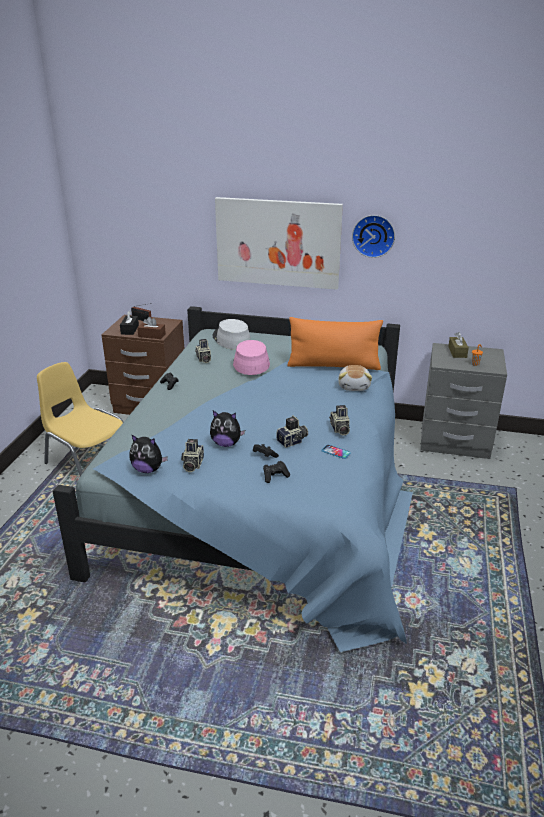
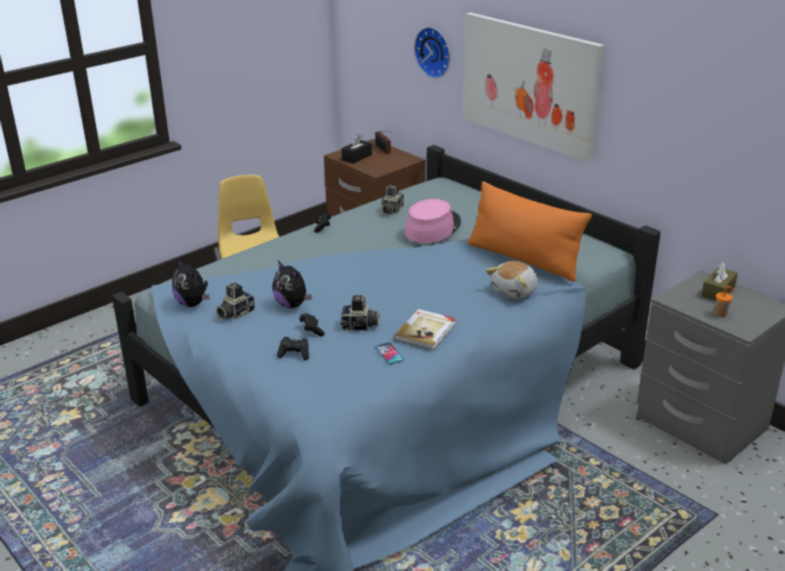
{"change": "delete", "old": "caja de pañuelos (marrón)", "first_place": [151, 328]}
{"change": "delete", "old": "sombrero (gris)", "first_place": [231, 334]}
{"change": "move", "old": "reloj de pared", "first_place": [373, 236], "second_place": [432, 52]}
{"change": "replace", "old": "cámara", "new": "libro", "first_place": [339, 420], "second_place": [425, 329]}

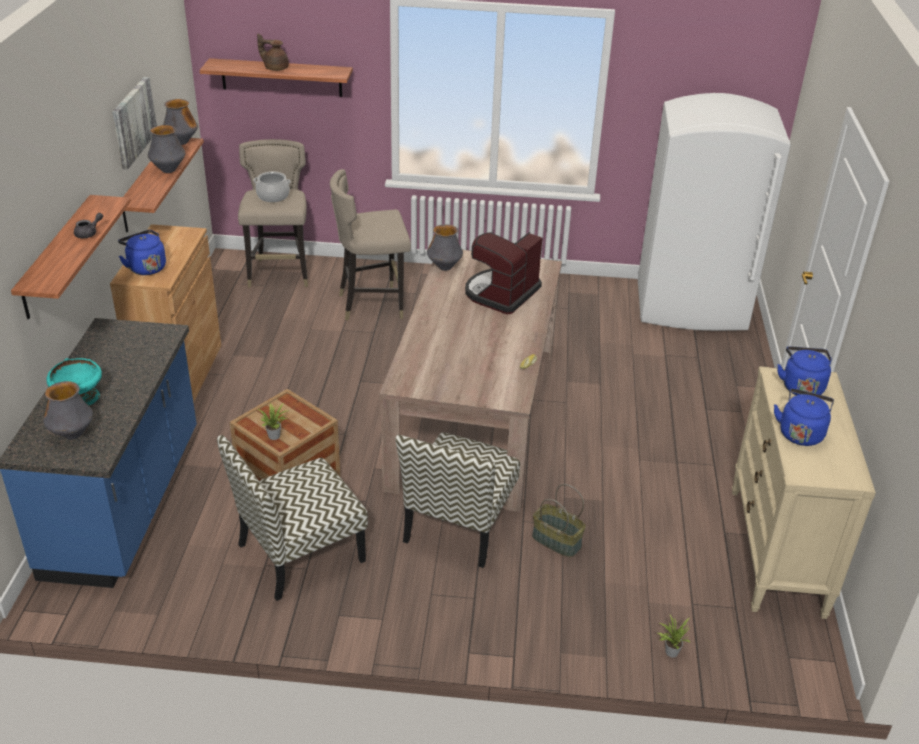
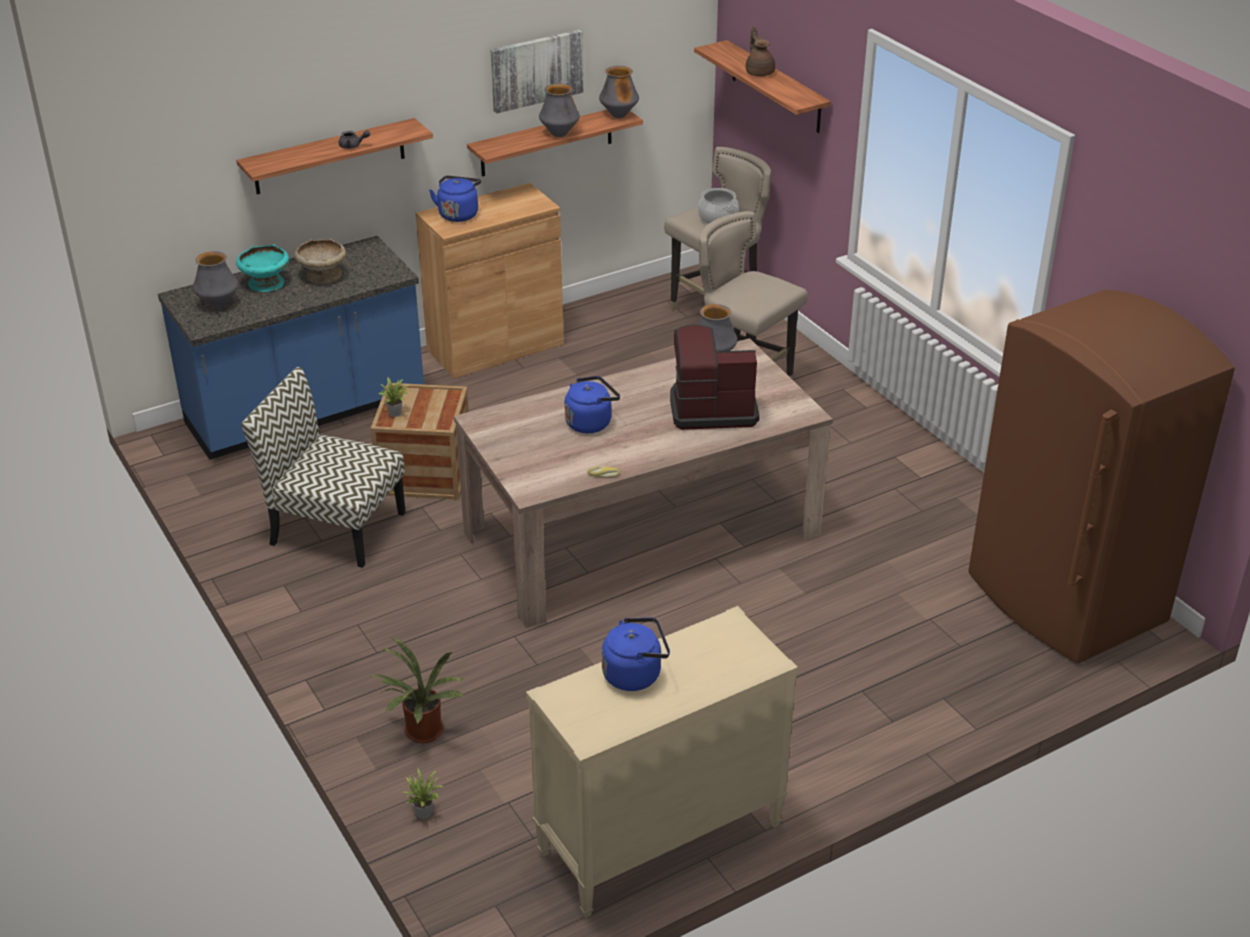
{"change": "delete", "old": "silla", "first_place": [457, 500]}
{"change": "delete", "old": "cesta", "first_place": [559, 520]}
{"change": "insert", "new": "cuenco (beis)", "second_place": [320, 261]}
{"change": "insert", "new": "planta en maceta", "second_place": [416, 690]}
{"change": "move", "old": "hervidor (azul)", "first_place": [804, 370], "second_place": [592, 404]}
{"change": "recolor", "old": "nevera (blanco)", "new": "nevera (marrón)", "first_place": [714, 212], "second_place": [1101, 477]}

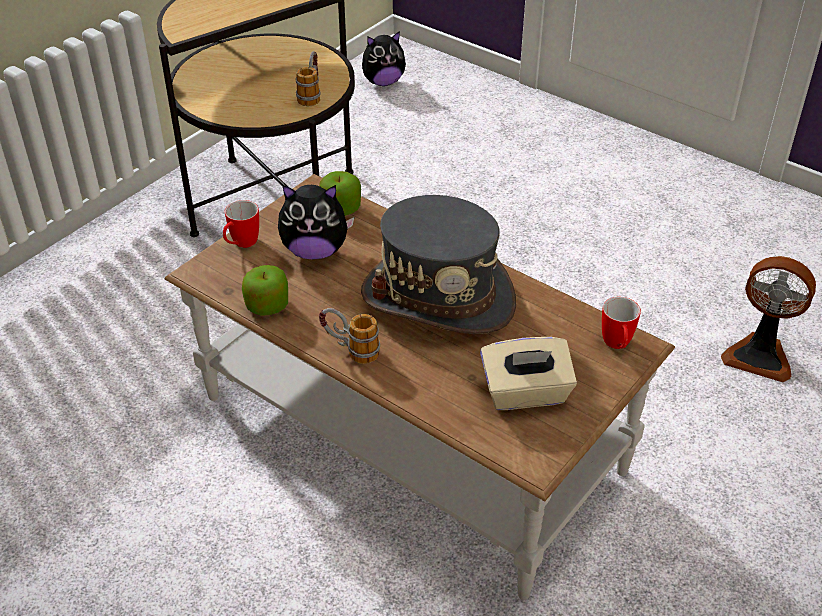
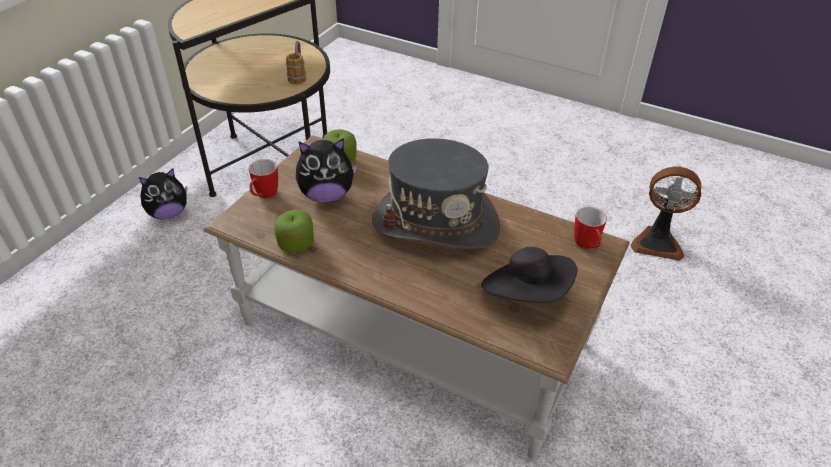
{"change": "delete", "old": "taza grande", "first_place": [349, 336]}
{"change": "move", "old": "peluche", "first_place": [384, 58], "second_place": [163, 193]}
{"change": "replace", "old": "caja de pañuelos (beis)", "new": "sombrero (negro)", "first_place": [528, 373], "second_place": [529, 275]}

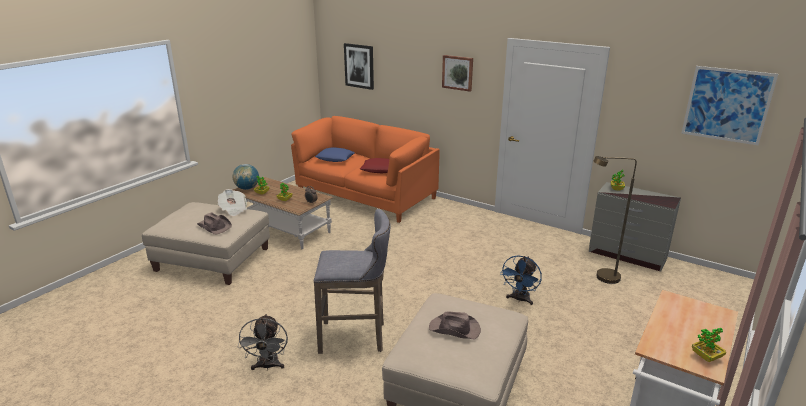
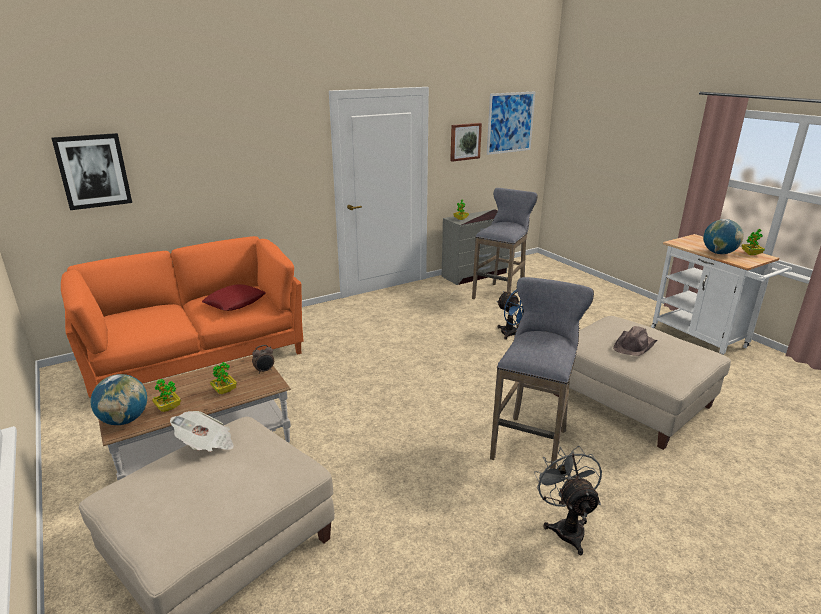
{"change": "delete", "old": "sombrero (marrón)", "first_place": [214, 223]}
{"change": "delete", "old": "cojín (azul)", "first_place": [335, 154]}
{"change": "insert", "new": "globo terráqueo", "second_place": [723, 236]}
{"change": "move", "old": "cuadro", "first_place": [457, 73], "second_place": [466, 142]}
{"change": "replace", "old": "lámpara de pie (marrón)", "new": "taburete (gris)", "first_place": [615, 220], "second_place": [505, 243]}
{"change": "rotate", "old": "ventilador (gris)", "first_place": [263, 342], "second_place": [568, 500], "degrees": -120}

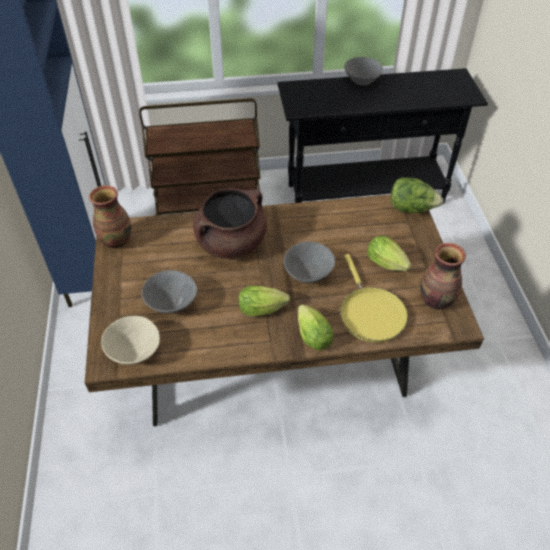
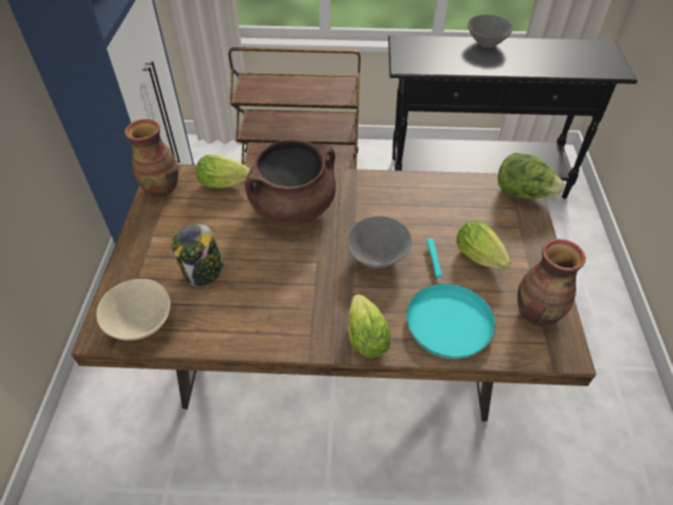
{"change": "move", "old": "lechuga", "first_place": [264, 301], "second_place": [223, 171]}
{"change": "replace", "old": "cuenco (gris)", "new": "tarro", "first_place": [169, 292], "second_place": [198, 255]}
{"change": "recolor", "old": "sartén (amarillo)", "new": "sartén (turquesa)", "first_place": [374, 298], "second_place": [451, 298]}

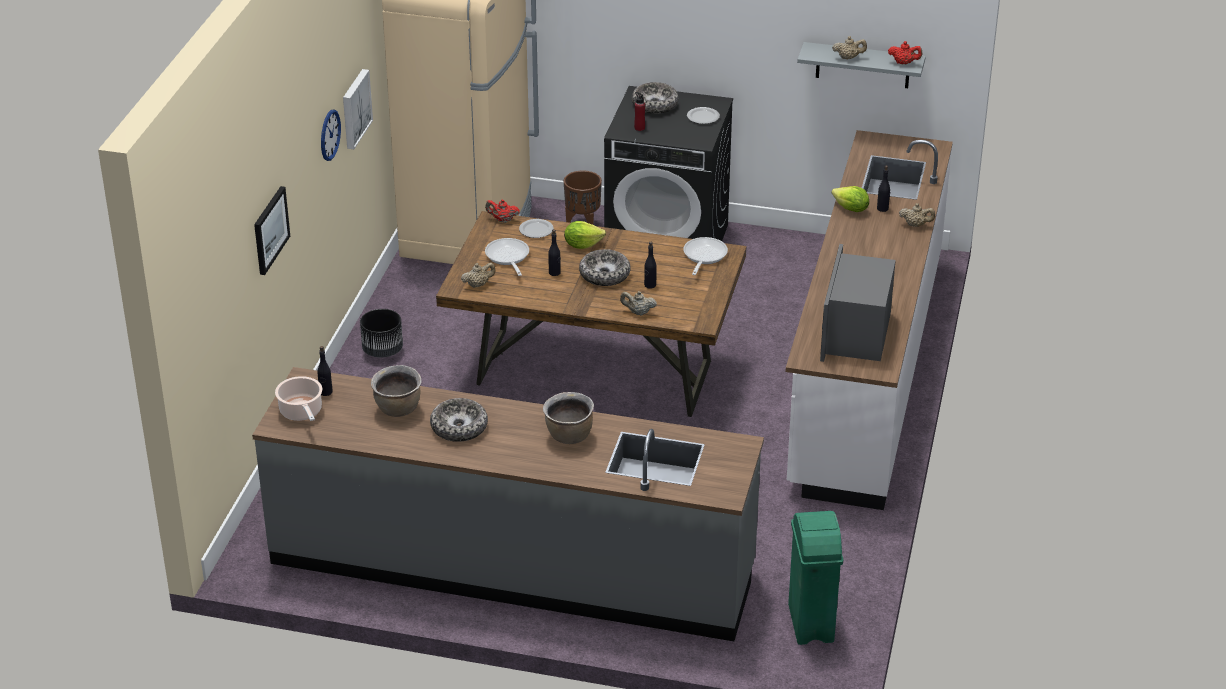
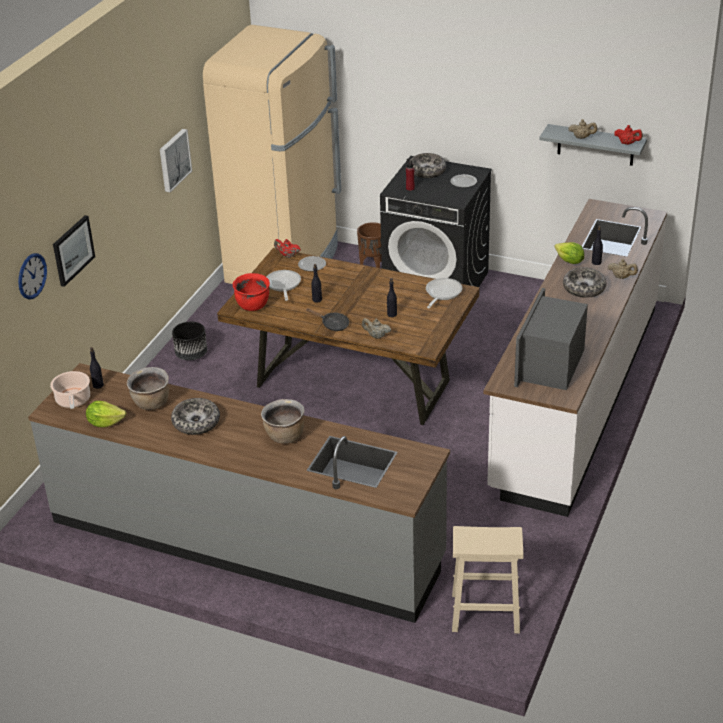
{"change": "insert", "new": "sartén (negro)", "second_place": [327, 319]}
{"change": "move", "old": "reloj de pared", "first_place": [331, 135], "second_place": [32, 276]}
{"change": "move", "old": "lechuga", "first_place": [585, 235], "second_place": [106, 414]}
{"change": "move", "old": "cuenco", "first_place": [605, 267], "second_place": [584, 282]}
{"change": "replace", "old": "tetera (beis)", "new": "olla (rojo)", "first_place": [478, 275], "second_place": [251, 292]}
{"change": "replace", "old": "papelera (verde)", "new": "taburete (beis)", "first_place": [815, 578], "second_place": [487, 579]}

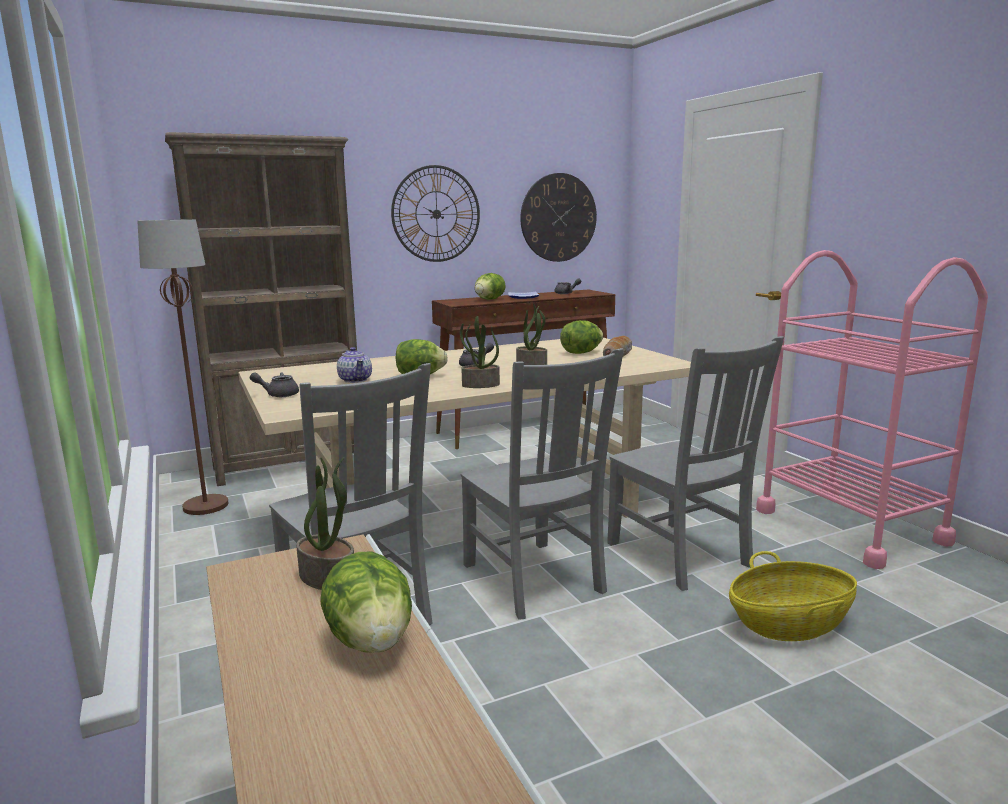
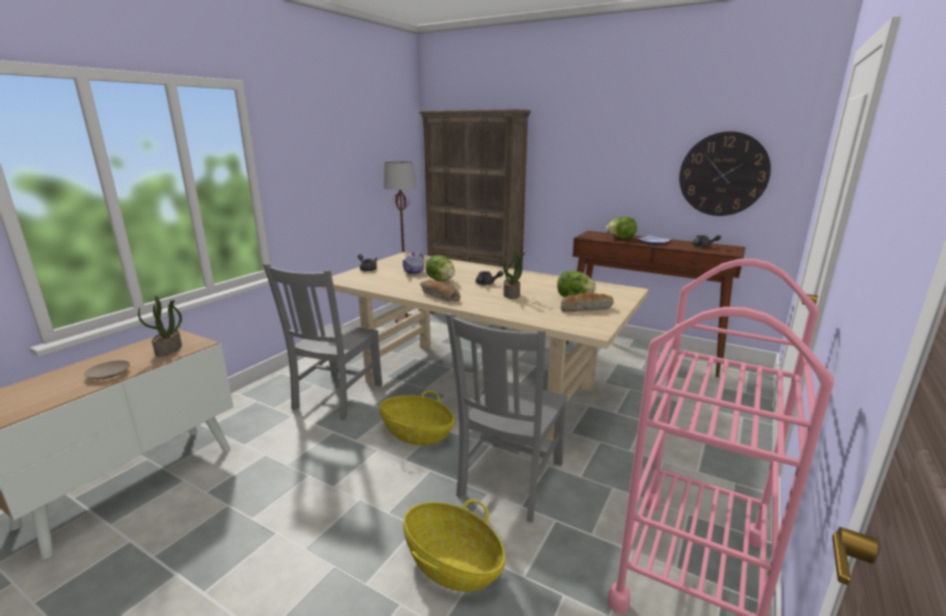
{"change": "delete", "old": "reloj de pared", "first_place": [435, 213]}
{"change": "replace", "old": "lechuga", "new": "plato (beis)", "first_place": [366, 602], "second_place": [107, 369]}
{"change": "replace", "old": "planta en maceta", "new": "pan", "first_place": [480, 352], "second_place": [440, 290]}
{"change": "replace", "old": "silla (gris)", "new": "cesta", "first_place": [542, 484], "second_place": [417, 418]}

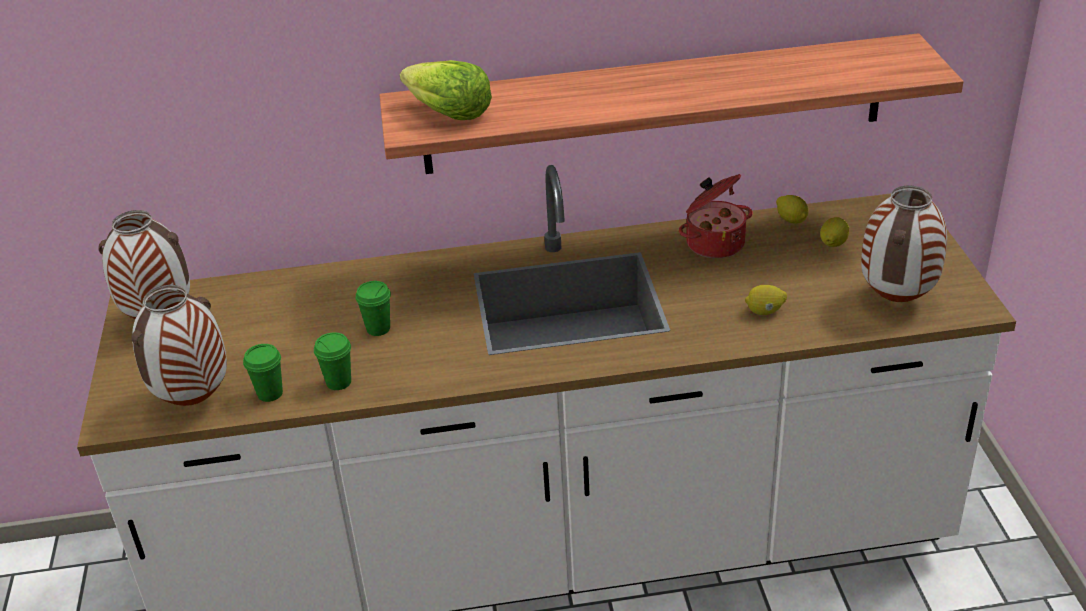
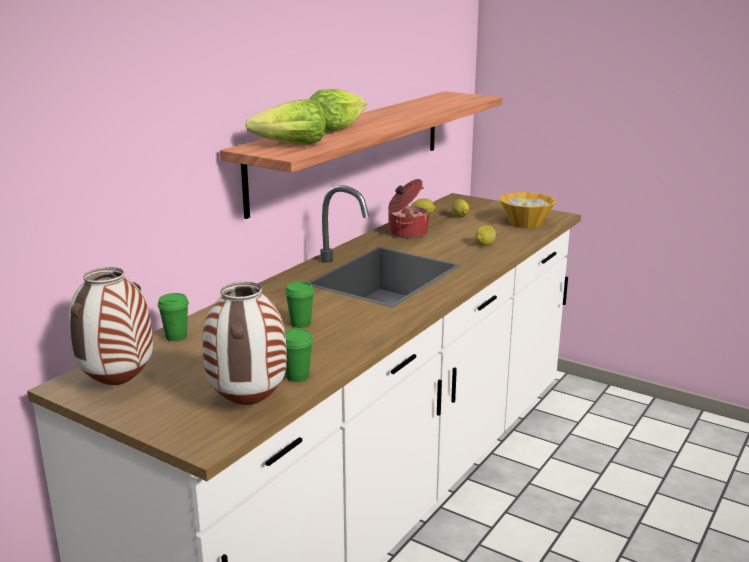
{"change": "insert", "new": "lechuga", "second_place": [338, 110]}
{"change": "move", "old": "taza (verde)", "first_place": [332, 361], "second_place": [173, 317]}
{"change": "replace", "old": "florero", "new": "cuenco", "first_place": [904, 244], "second_place": [527, 210]}

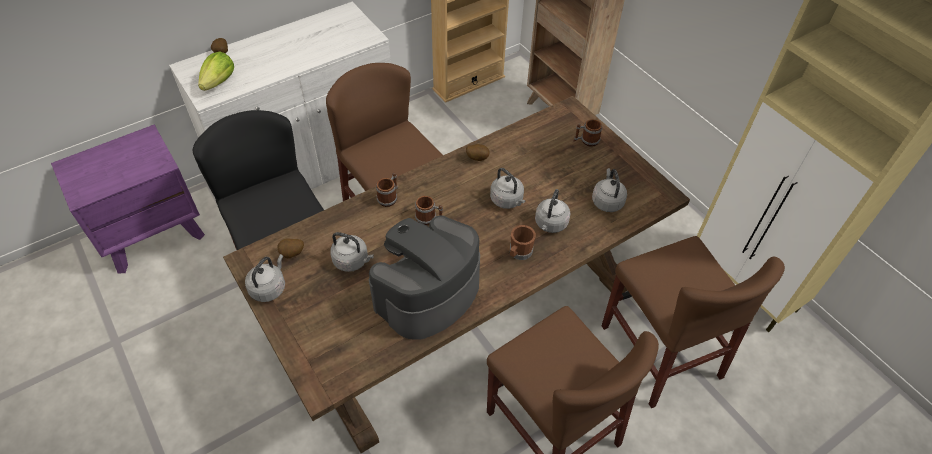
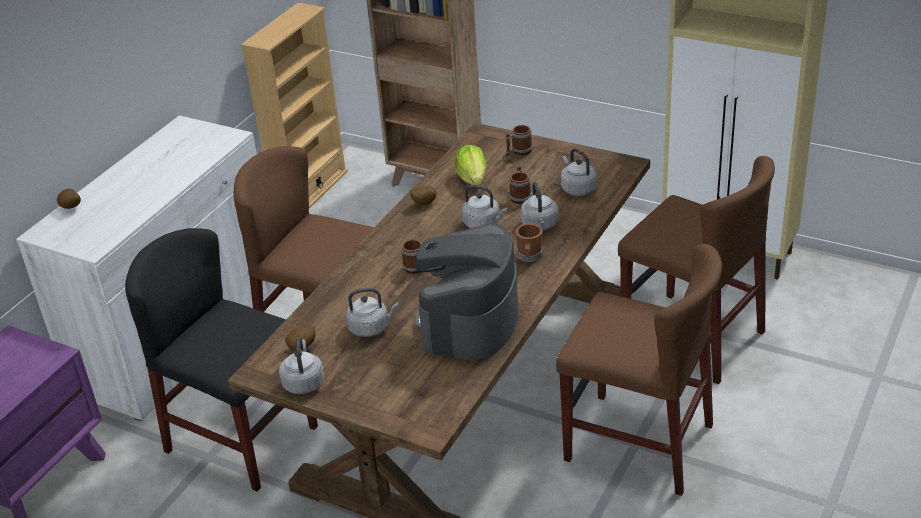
{"change": "move", "old": "lechuga", "first_place": [216, 71], "second_place": [470, 165]}
{"change": "move", "old": "taza grande", "first_place": [387, 189], "second_place": [520, 185]}

